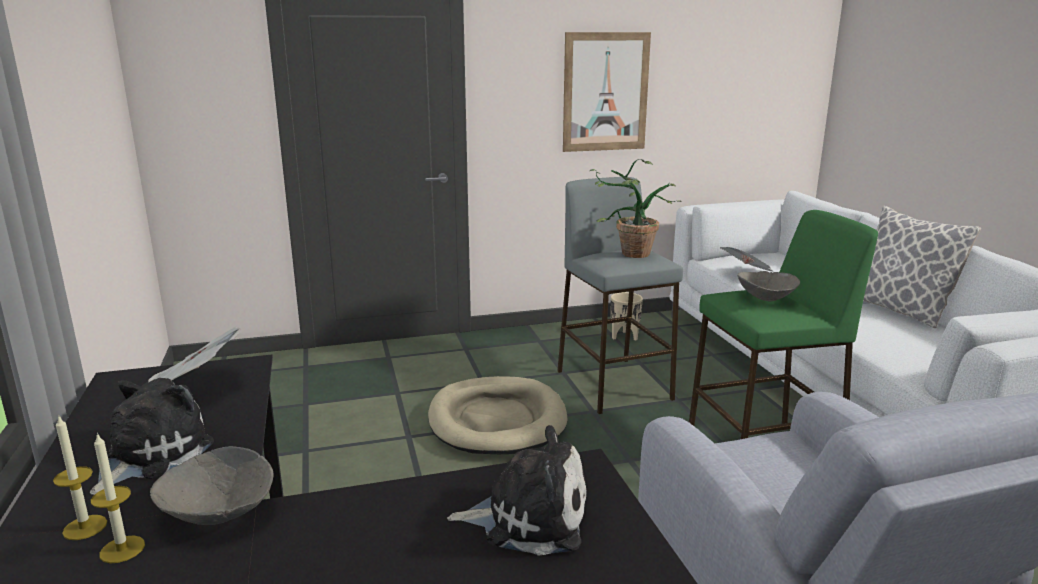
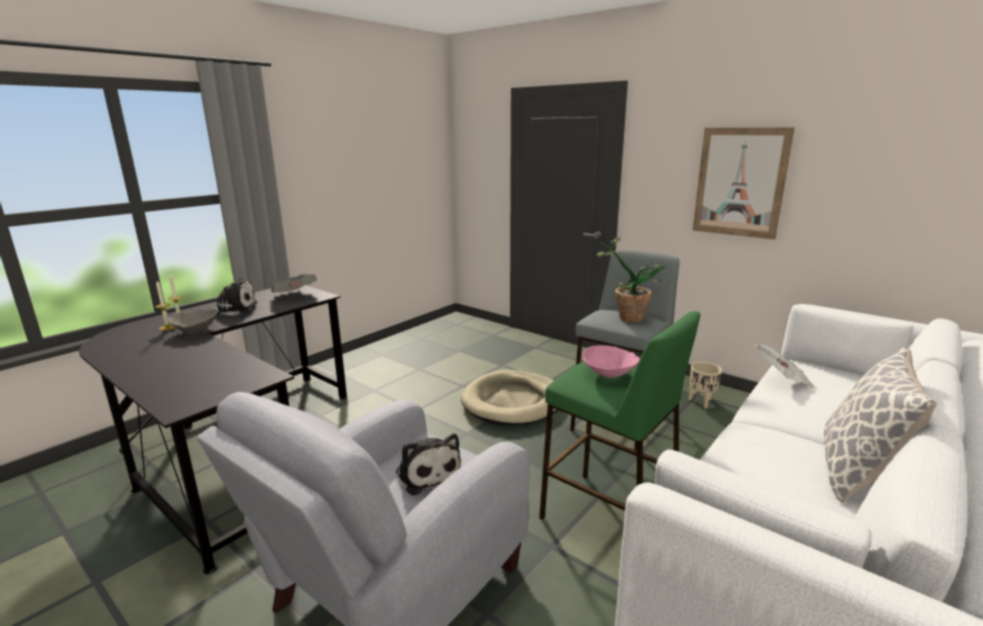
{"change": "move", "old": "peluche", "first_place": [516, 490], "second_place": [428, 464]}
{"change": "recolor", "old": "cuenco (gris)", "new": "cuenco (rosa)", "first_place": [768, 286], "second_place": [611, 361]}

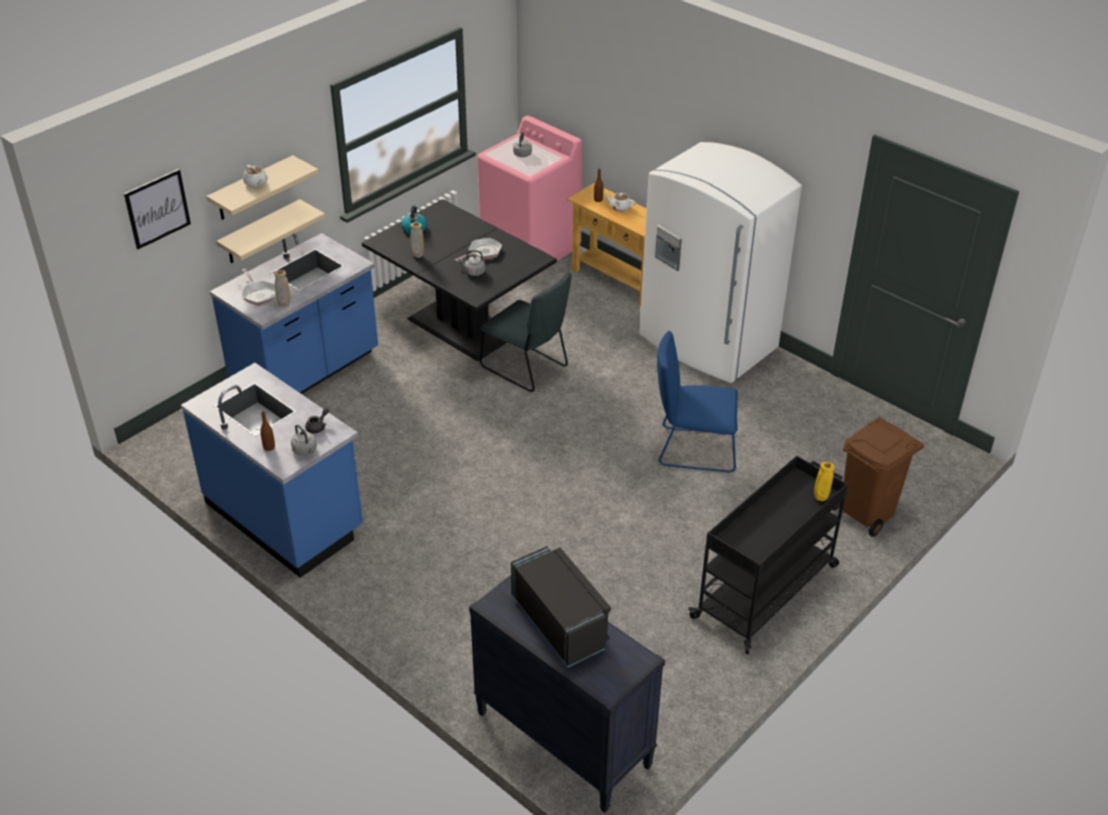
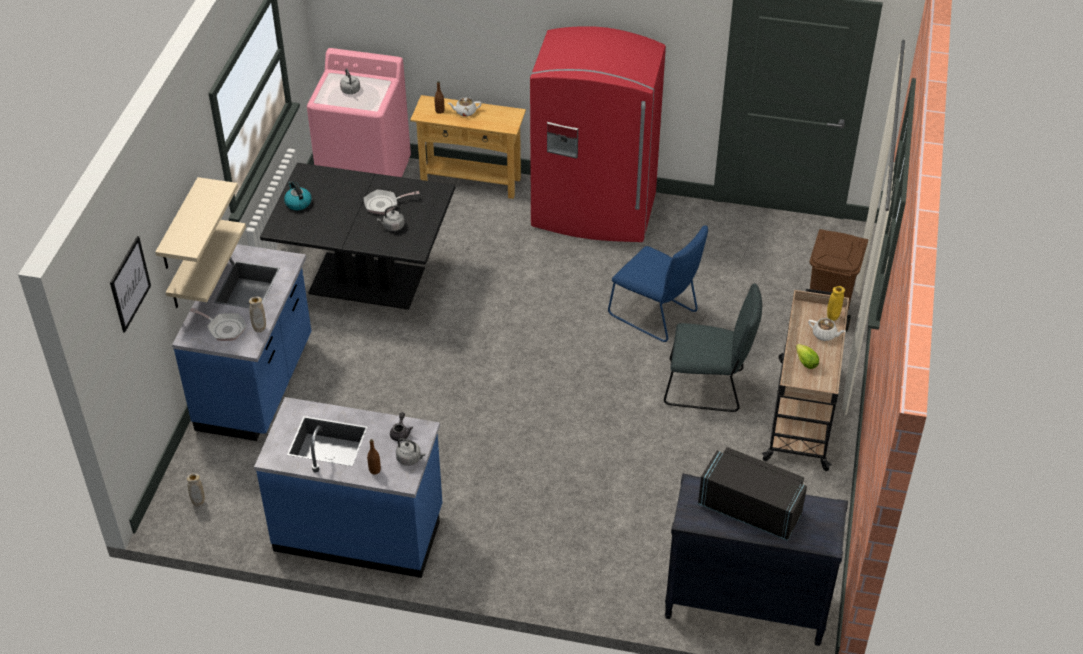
{"change": "insert", "new": "lechuga", "second_place": [807, 356]}
{"change": "move", "old": "tetera (blanco)", "first_place": [255, 176], "second_place": [827, 329]}
{"change": "move", "old": "florero (beis)", "first_place": [417, 240], "second_place": [196, 489]}
{"change": "move", "old": "silla (gris)", "first_place": [525, 332], "second_place": [713, 347]}
{"change": "recolor", "old": "nevera (blanco)", "new": "nevera (rojo)", "first_place": [720, 262], "second_place": [598, 134]}
{"change": "recolor", "old": "carrito (negro)", "new": "carrito (beis)", "first_place": [768, 555], "second_place": [805, 380]}
{"change": "rotate", "old": "sartén", "first_place": [478, 249], "second_place": [392, 202], "degrees": -120}
{"change": "rotate", "old": "silla (azul)", "first_place": [697, 401], "second_place": [658, 283], "degrees": -120}

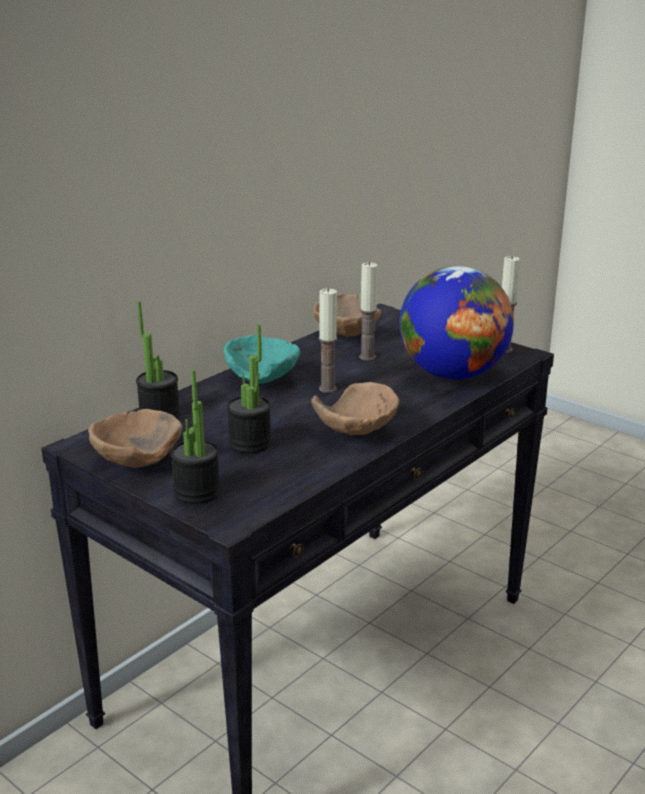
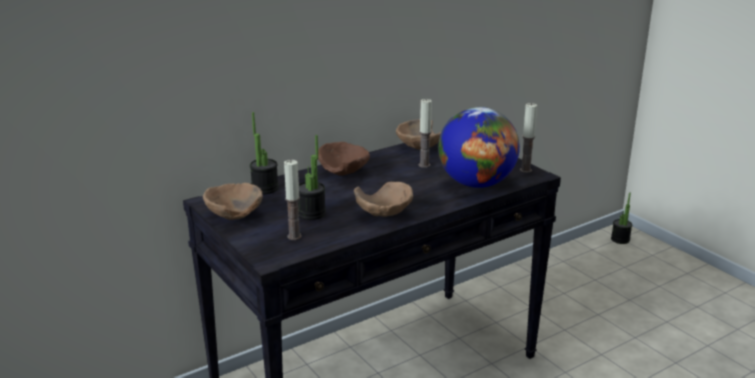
{"change": "move", "old": "planta en maceta", "first_place": [195, 437], "second_place": [621, 218]}
{"change": "move", "old": "vela", "first_place": [328, 340], "second_place": [293, 200]}
{"change": "recolor", "old": "cuenco (turquesa)", "new": "cuenco (marrón)", "first_place": [262, 359], "second_place": [344, 159]}

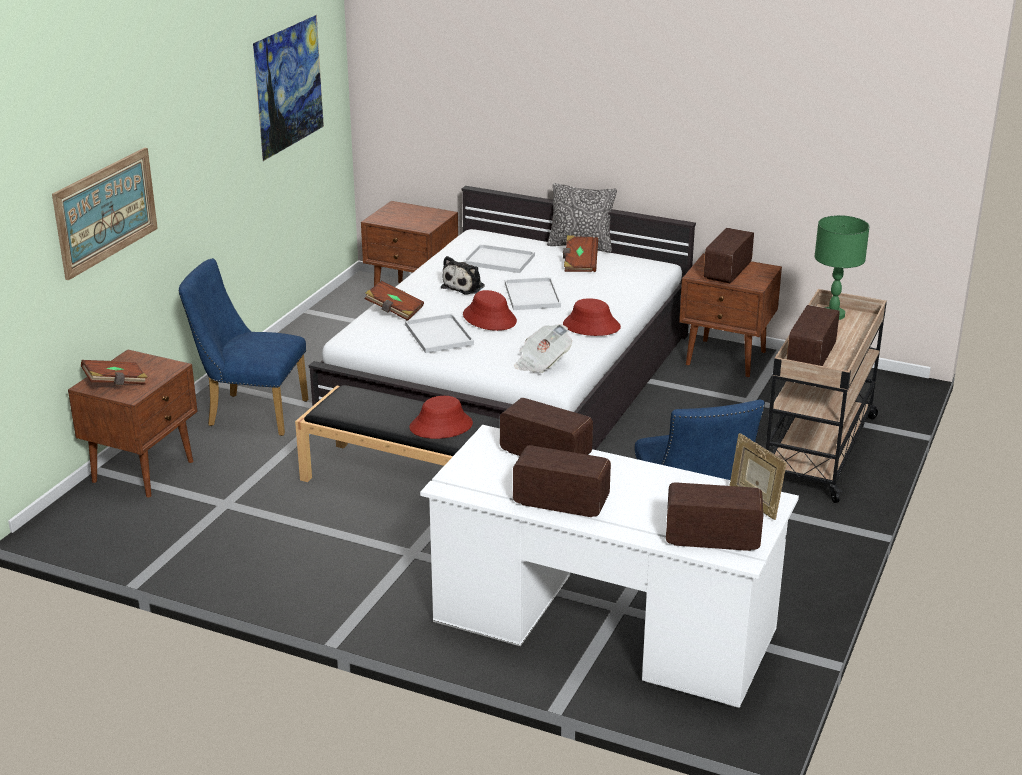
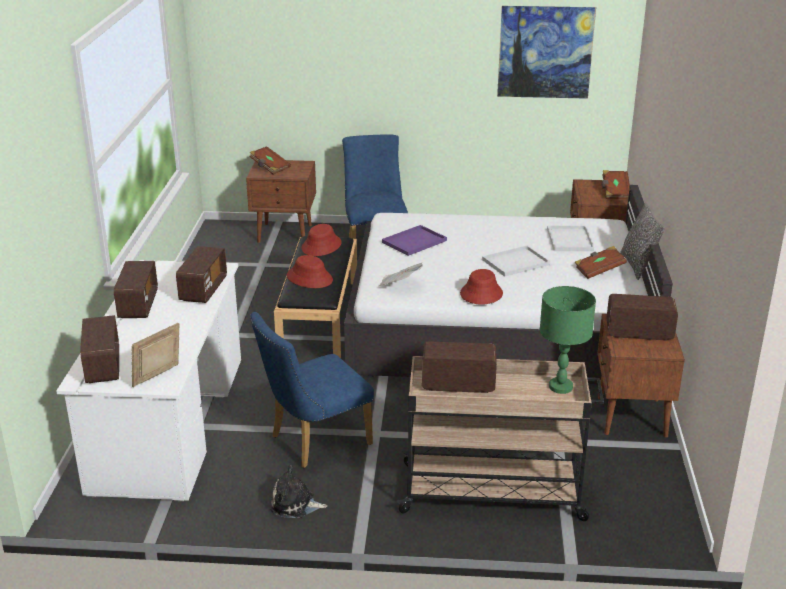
{"change": "delete", "old": "cuadro", "first_place": [105, 214]}
{"change": "move", "old": "libro (marrón)", "first_place": [394, 301], "second_place": [616, 184]}
{"change": "move", "old": "peluche", "first_place": [463, 275], "second_place": [299, 491]}
{"change": "move", "old": "sombrero (rojo)", "first_place": [490, 310], "second_place": [321, 240]}
{"change": "recolor", "old": "bandeja (blanco)", "new": "bandeja (morado)", "first_place": [439, 333], "second_place": [414, 240]}

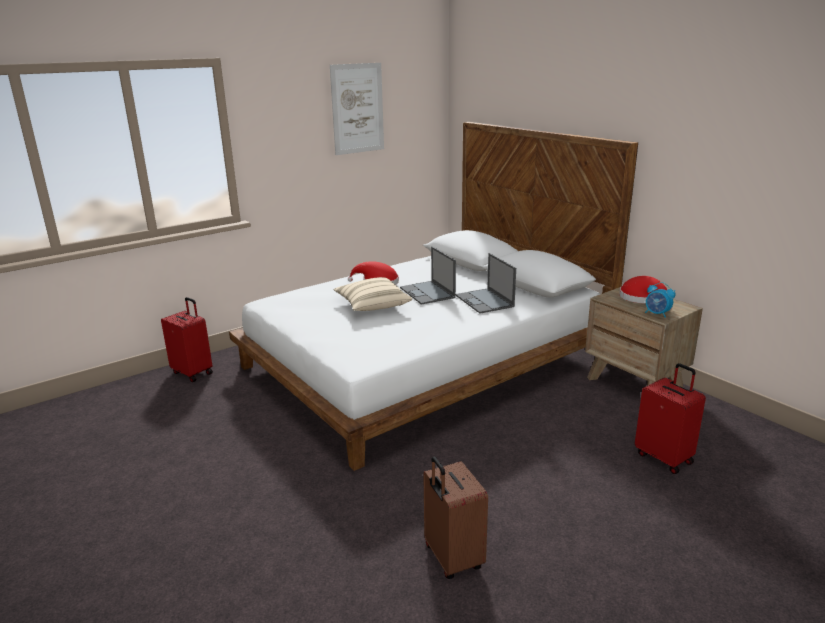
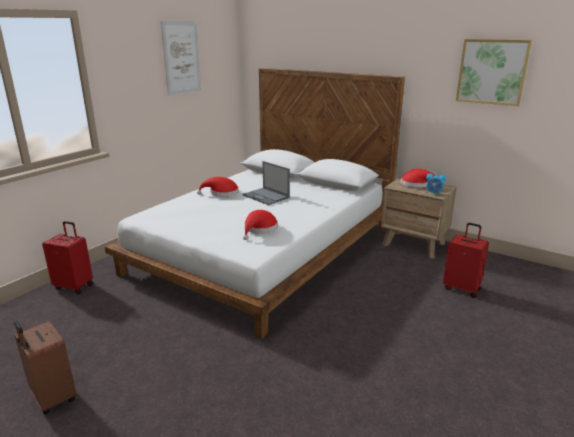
{"change": "delete", "old": "cojín (beis)", "first_place": [373, 294]}
{"change": "delete", "old": "portátil", "first_place": [486, 283]}
{"change": "insert", "new": "sombrero (rojo)", "second_place": [260, 225]}
{"change": "insert", "new": "cuadro", "second_place": [494, 72]}
{"change": "move", "old": "maleta (marrón)", "first_place": [455, 518], "second_place": [45, 368]}

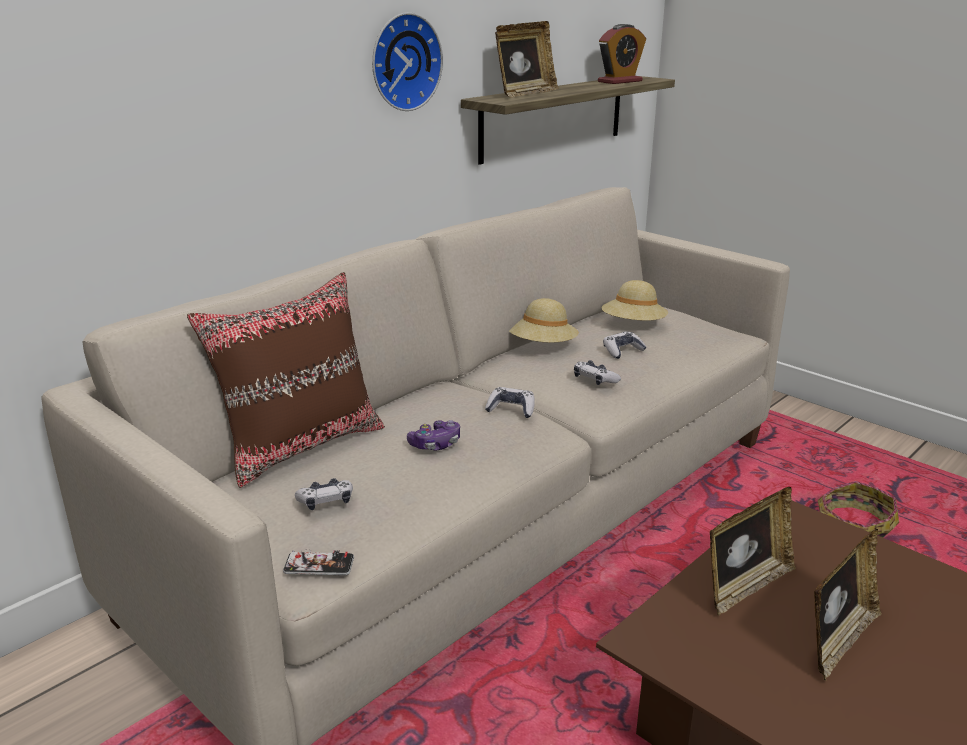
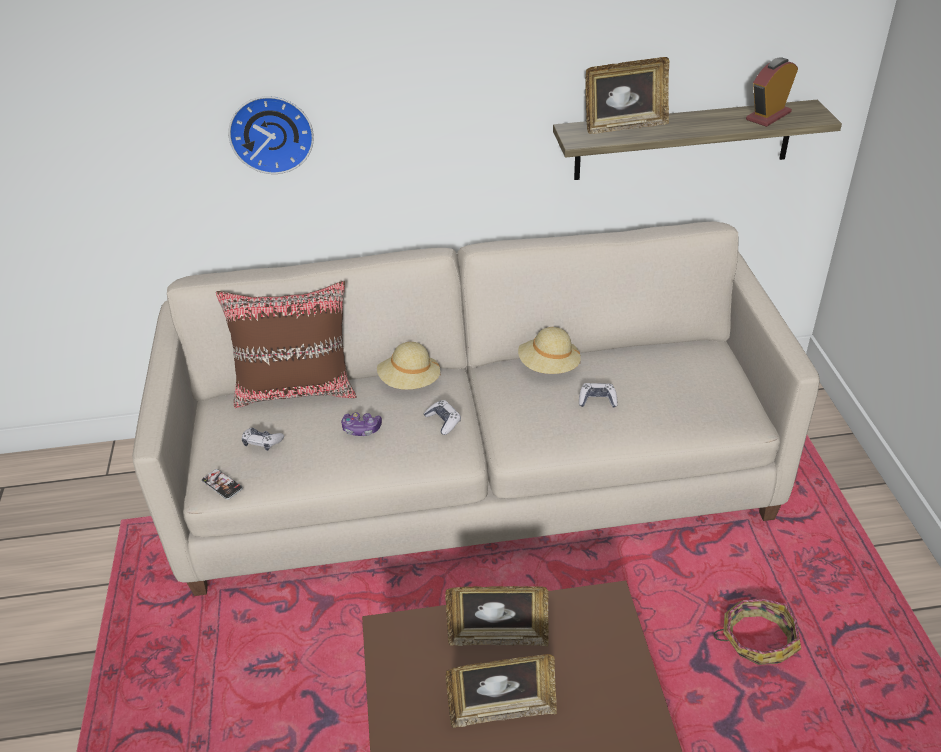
{"change": "delete", "old": "mando de consola", "first_place": [597, 372]}
{"change": "move", "old": "reloj de pared", "first_place": [407, 61], "second_place": [271, 135]}
{"change": "move", "old": "sombrero (beis)", "first_place": [635, 300], "second_place": [408, 366]}
{"change": "rotate", "old": "despertador", "first_place": [622, 54], "second_place": [772, 92], "degrees": 135}

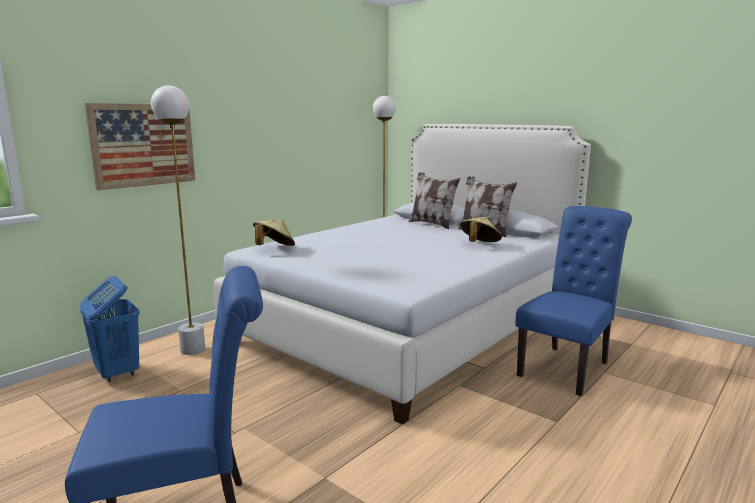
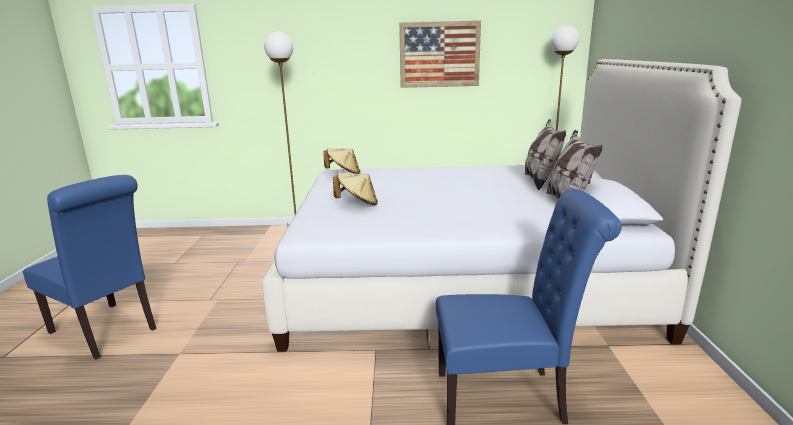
{"change": "delete", "old": "cesto de la ropa (azul)", "first_place": [110, 329]}
{"change": "move", "old": "cuadro", "first_place": [140, 146], "second_place": [440, 54]}
{"change": "move", "old": "sombrero (beis)", "first_place": [481, 229], "second_place": [355, 189]}

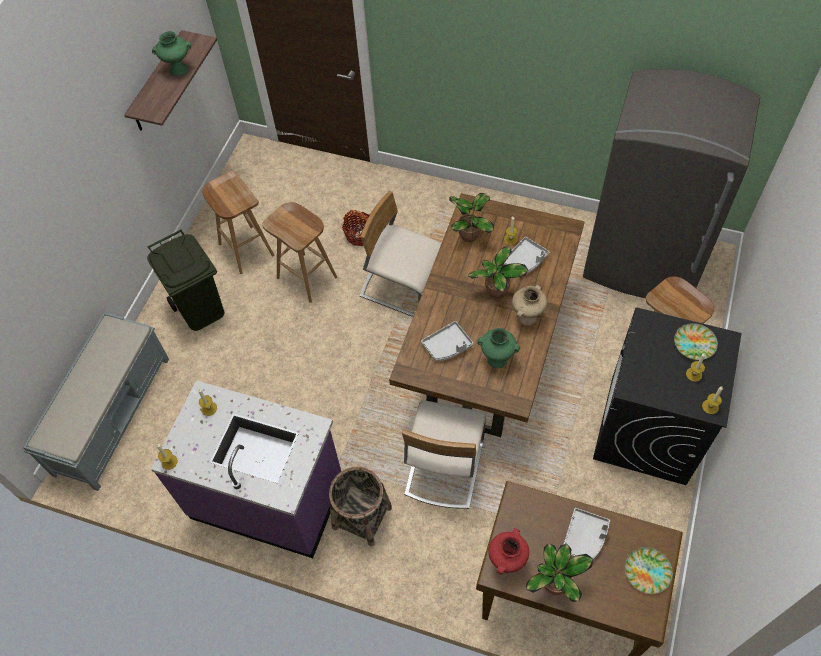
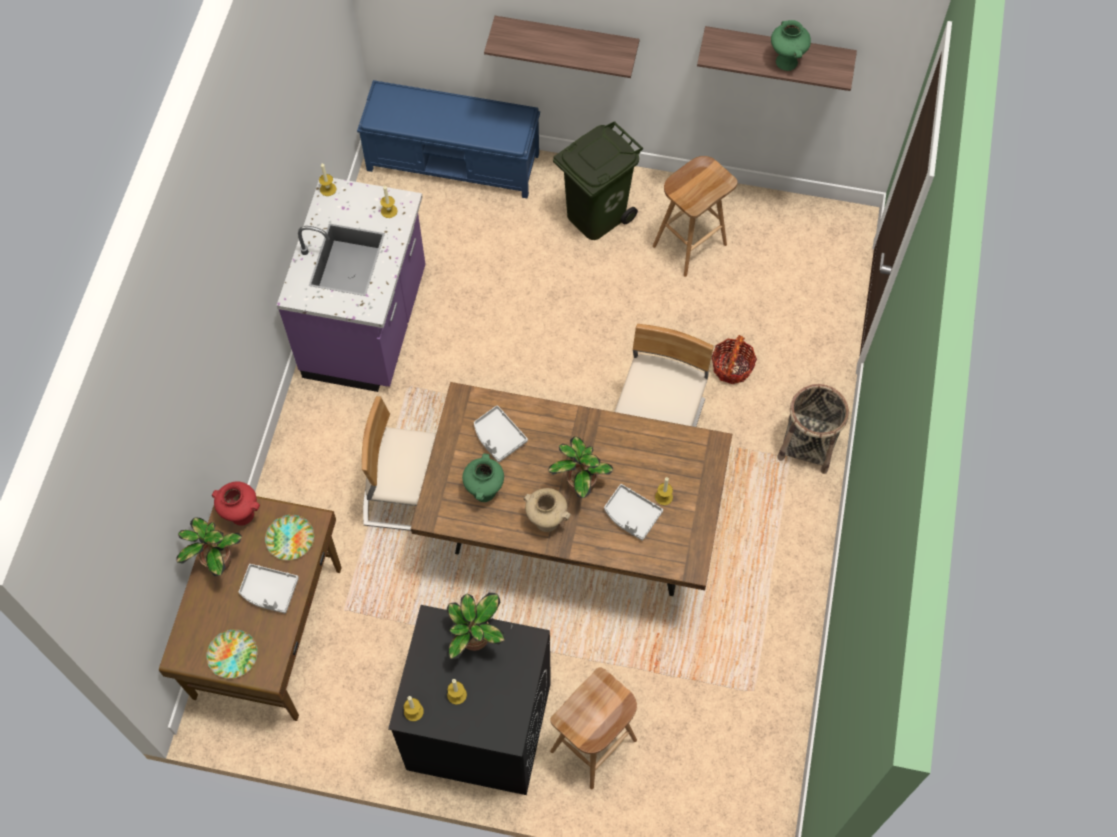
{"change": "delete", "old": "taburete (marrón)", "first_place": [300, 252]}
{"change": "delete", "old": "nevera (gris)", "first_place": [671, 183]}
{"change": "insert", "new": "estante", "second_place": [562, 47]}
{"change": "move", "old": "cesta", "first_place": [360, 506], "second_place": [813, 429]}
{"change": "move", "old": "planta en maceta", "first_place": [471, 217], "second_place": [476, 626]}
{"change": "move", "old": "plato", "first_place": [696, 341], "second_place": [289, 537]}
{"change": "recolor", "old": "banco (gris)", "new": "banco (azul)", "first_place": [96, 401], "second_place": [448, 139]}

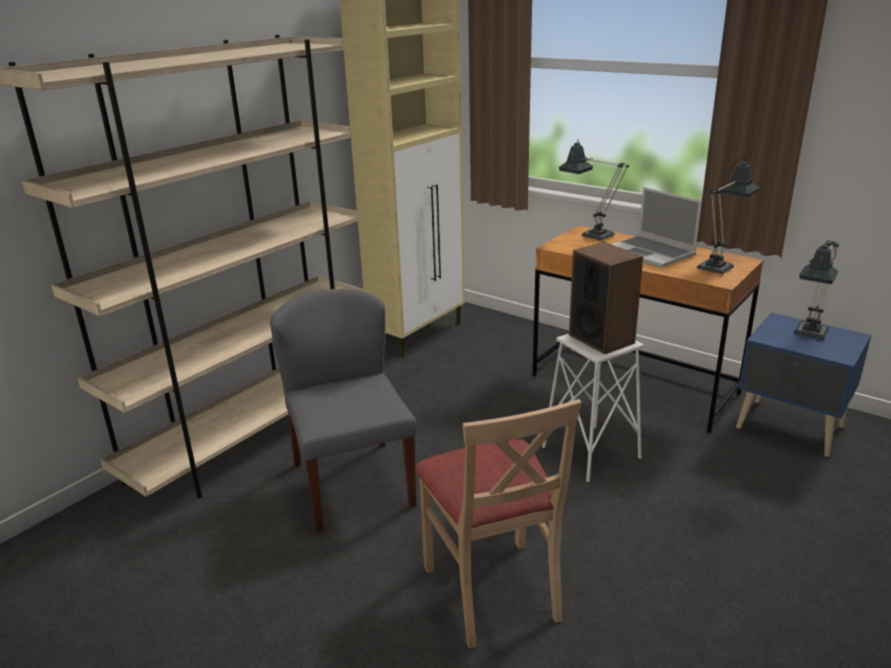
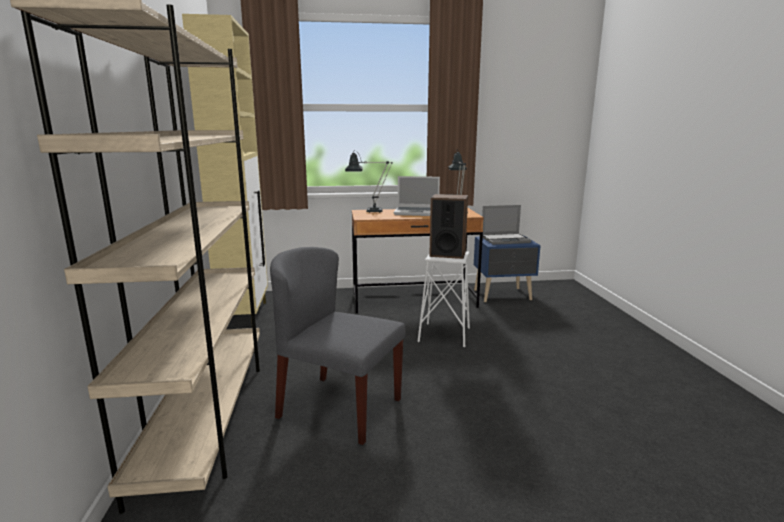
{"change": "delete", "old": "silla (beis)", "first_place": [498, 523]}
{"change": "replace", "old": "lámpara de mesa", "new": "portátil", "first_place": [816, 289], "second_place": [507, 225]}

